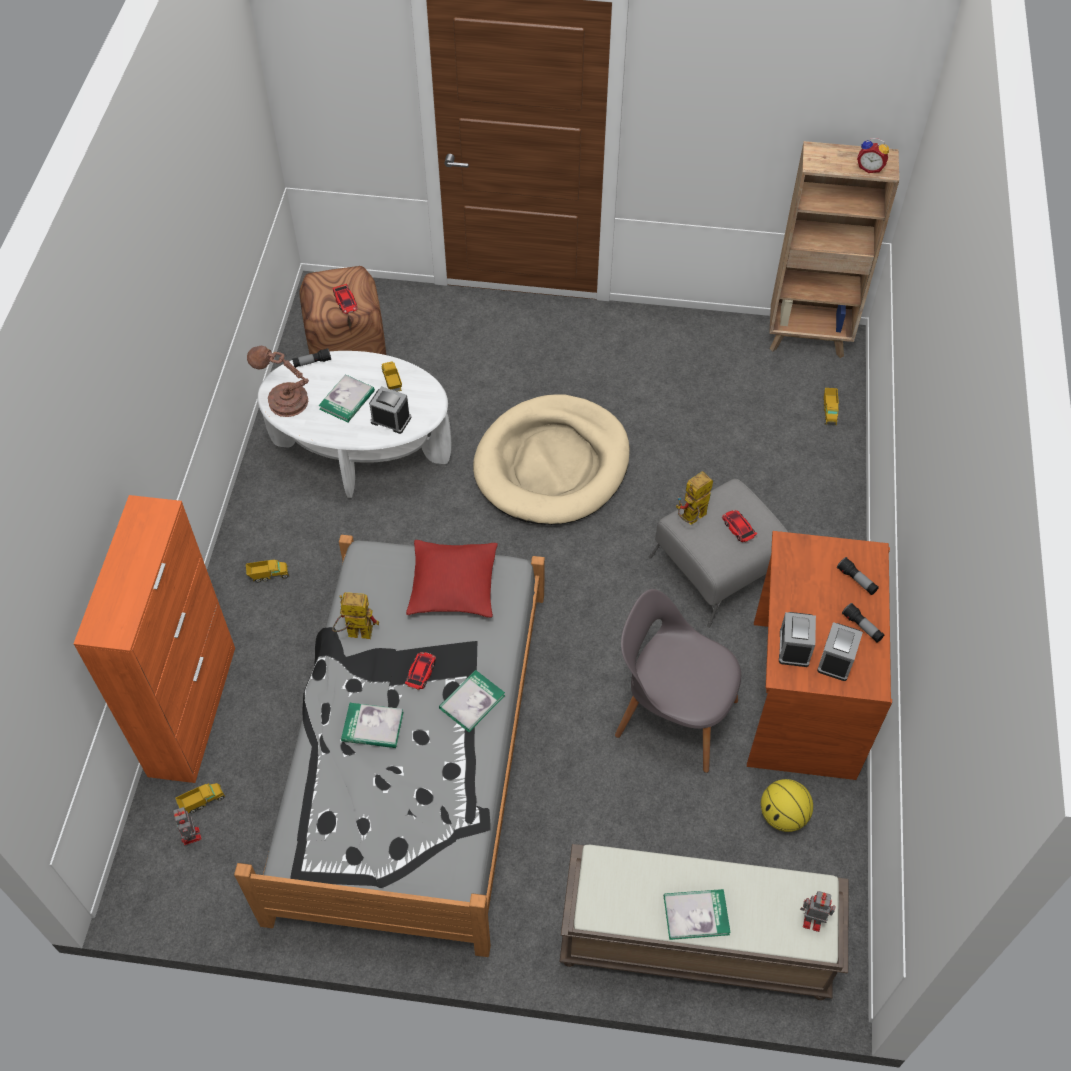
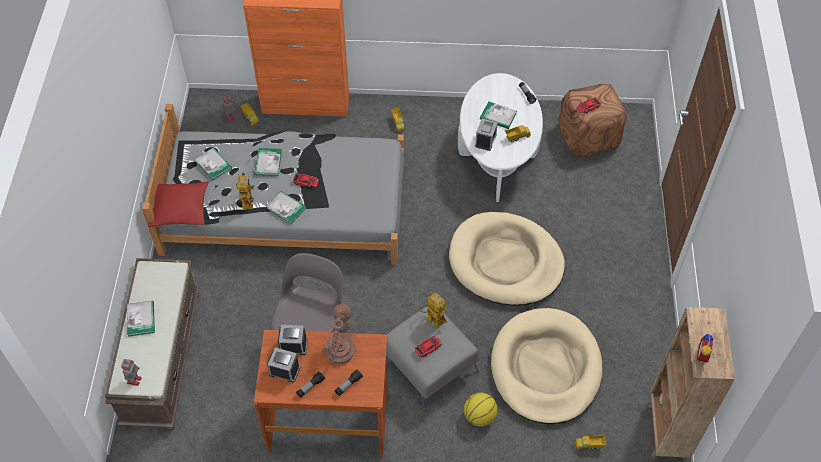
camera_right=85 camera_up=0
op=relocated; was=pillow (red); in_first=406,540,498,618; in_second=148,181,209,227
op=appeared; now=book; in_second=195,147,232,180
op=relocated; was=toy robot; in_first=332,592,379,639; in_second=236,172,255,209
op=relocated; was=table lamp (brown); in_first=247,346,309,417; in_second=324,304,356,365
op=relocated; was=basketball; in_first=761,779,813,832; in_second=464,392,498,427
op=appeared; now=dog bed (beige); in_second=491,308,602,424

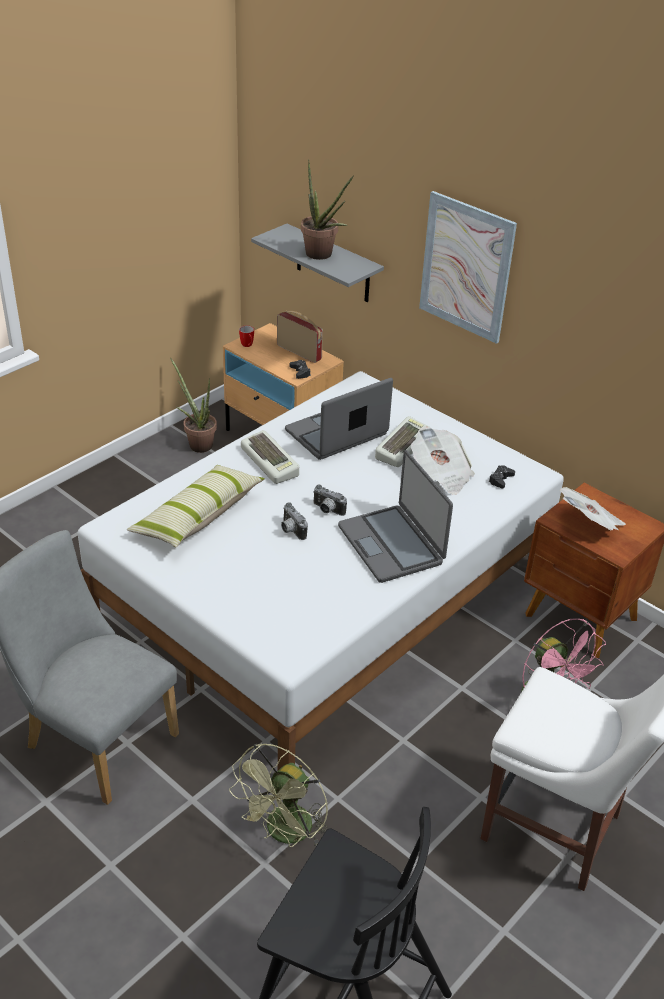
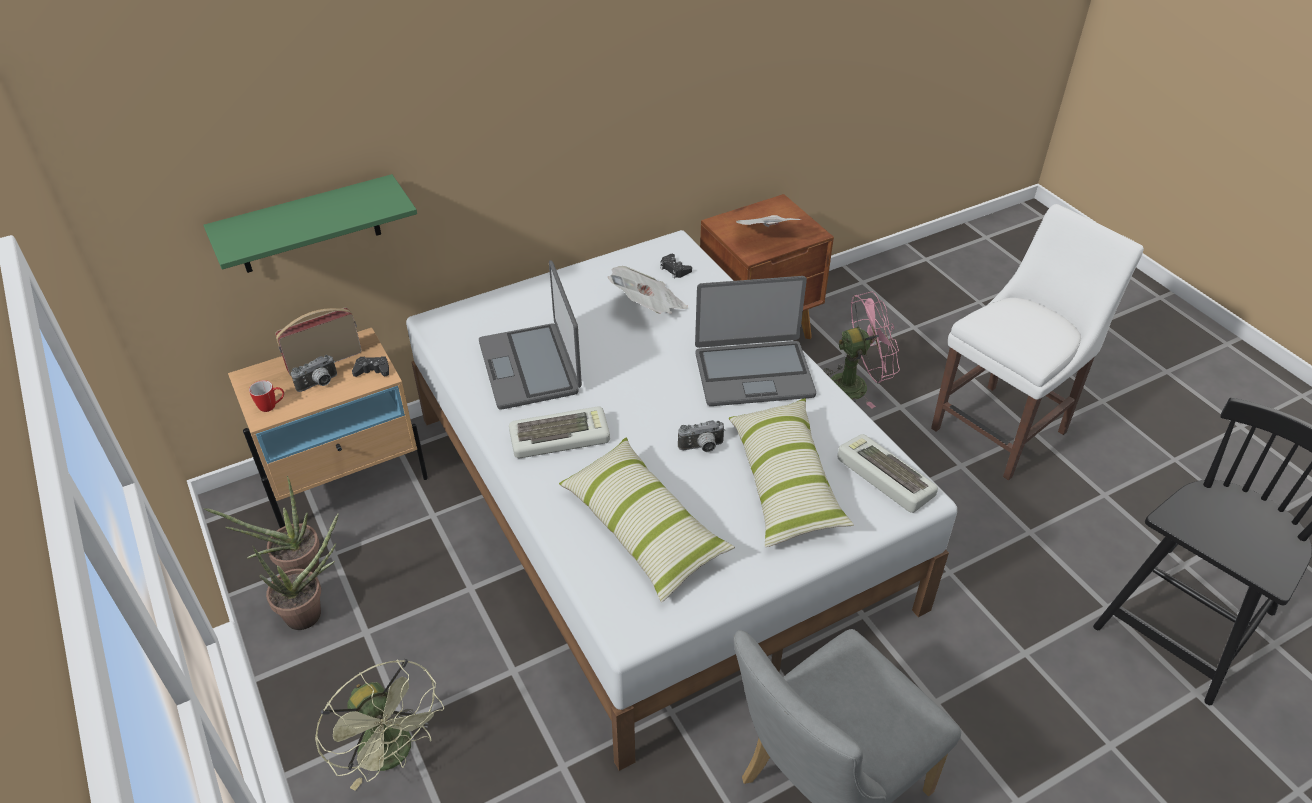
camera_right=-70 camera_up=5
op=colour; was=shelf (grey); now=shelf (green); in_first=251,224,384,302; in_second=204,174,417,273
op=relocated; was=potted plant; in_first=301,159,354,260; in_second=253,513,339,630
op=relocated; was=photo camera; in_first=313,484,347,516; in_second=291,355,337,392
op=relocated; was=fan (green); in_first=229,744,328,847; in_second=315,659,444,791
op=appeared; now=pillow; in_second=729,398,854,547
op=relocated; was=keyboard; in_first=375,416,430,467; in_second=837,434,938,513
op=missing; was=picture; in_first=419,191,517,344

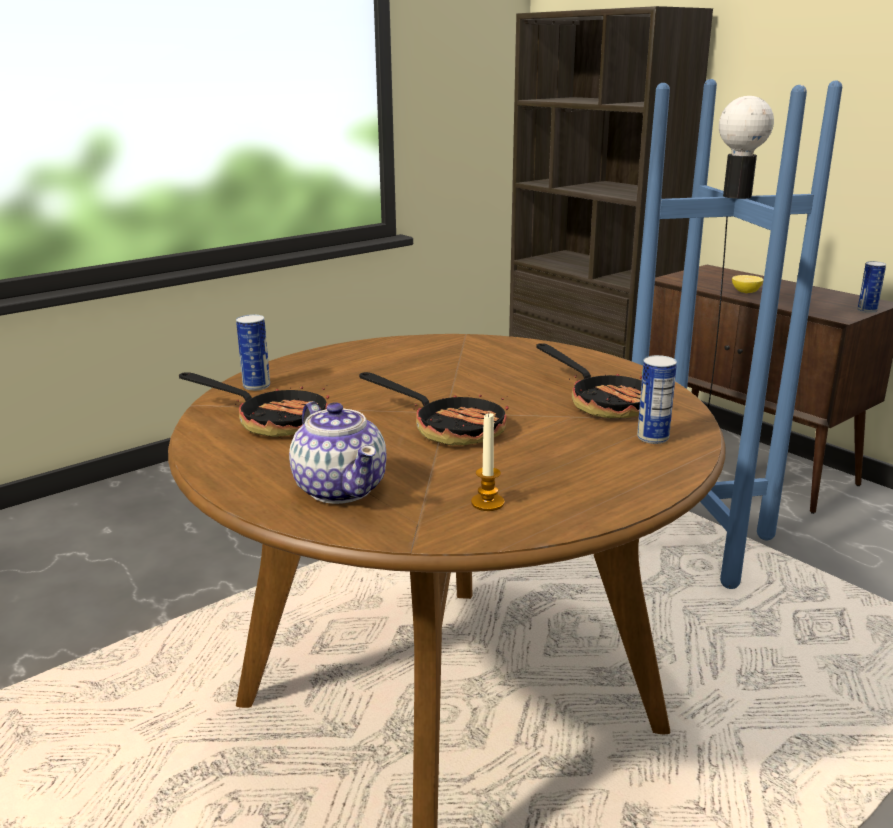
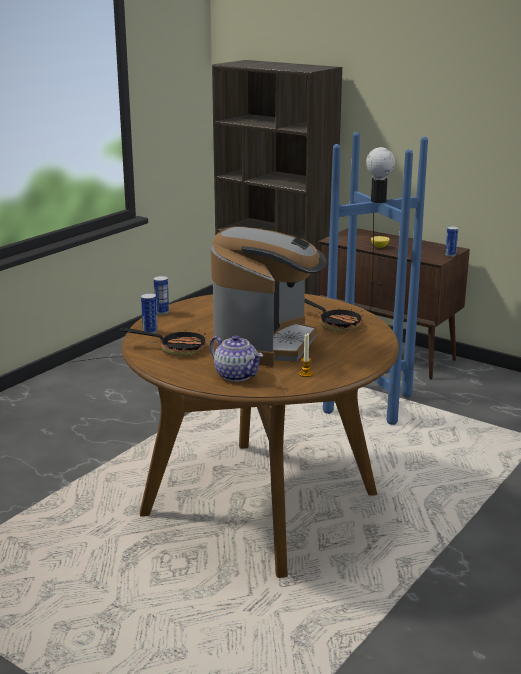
camera_right=-15 camera_up=0
op=relocated; was=can; in_first=637,355,677,444; in_second=153,276,169,315
op=exchanged; was=frying pan; now=coffee machine; in_first=359,372,509,446; in_second=211,226,327,366

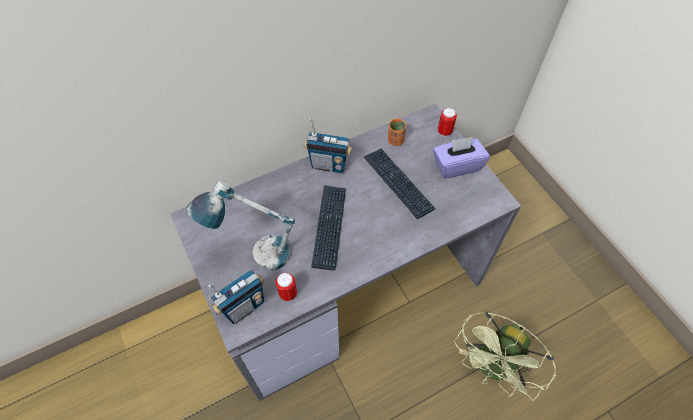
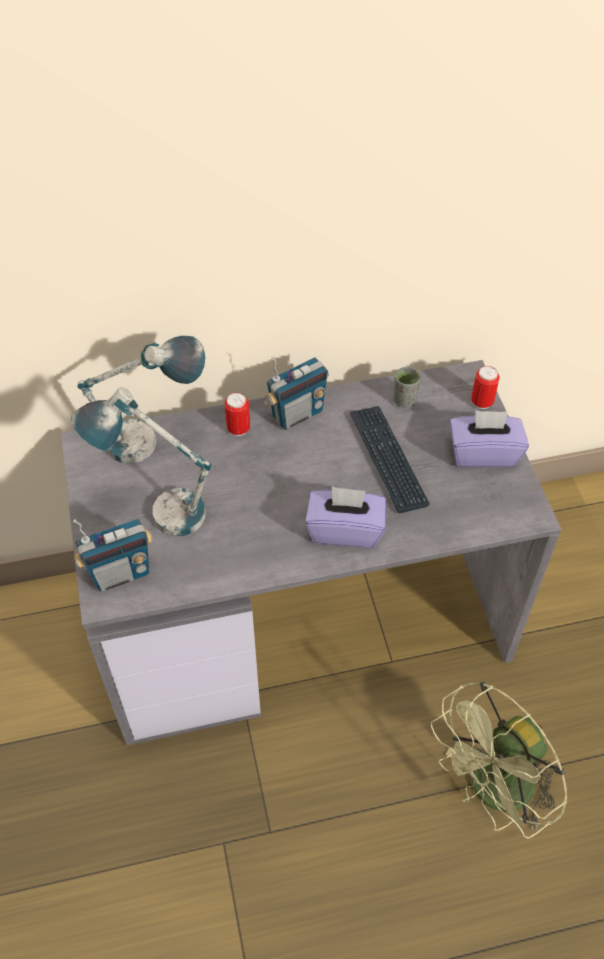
camera_right=15 camera_up=-5
op=appeared; now=table lamp; in_second=77,336,205,464
op=relocated; was=can; in_first=276,273,297,301; in_second=224,393,250,436
op=spun; was=radio; in_first=304,118,352,173; in_second=263,356,329,430; clockwise=-60
op=appeared; now=tissue box (purple); in_second=305,486,386,548
op=colour; was=cup (orange); now=cup (grey); in_first=388,119,406,146; in_second=393,367,420,408
op=missing; was=keyboard; in_first=311,185,346,270

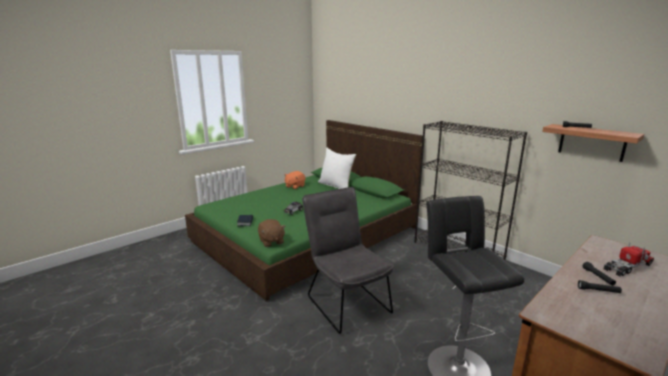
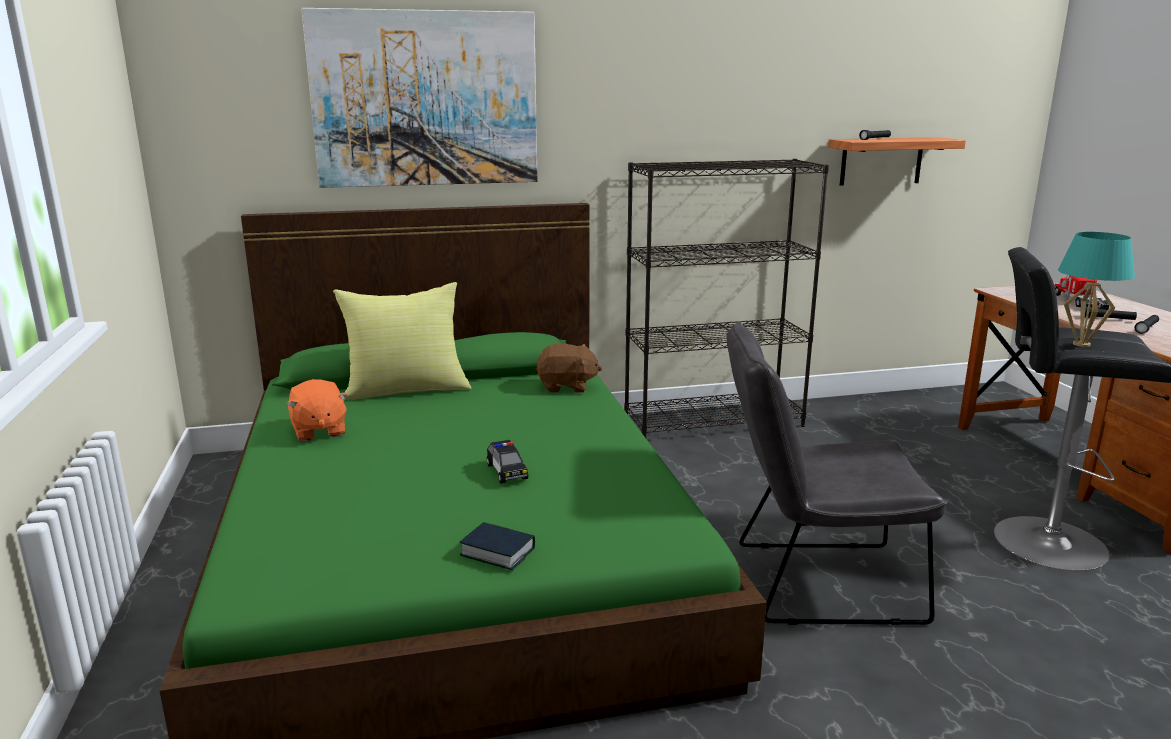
camera_right=-60 camera_up=0
op=appeared; now=picture; in_second=301,8,538,188
op=colour; was=pillow (white); now=pillow (yellow); in_first=318,148,356,189; in_second=333,282,471,400
op=relocated; was=plush toy (brown); in_first=258,219,286,247; in_second=536,344,602,393
op=appeared; now=table lamp (turquoise); in_second=1058,232,1135,347

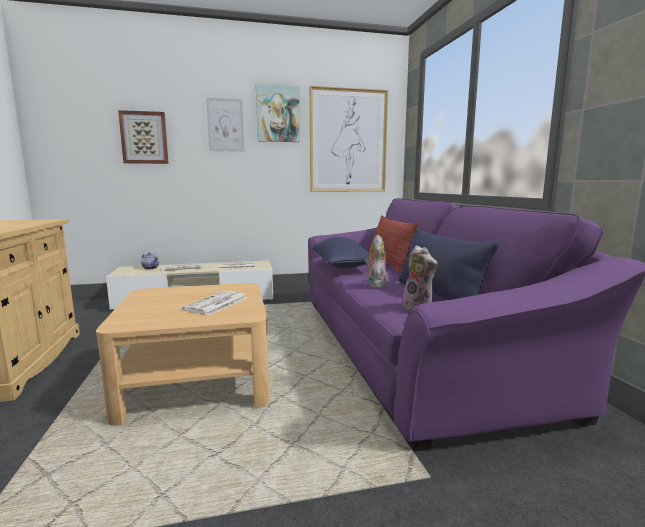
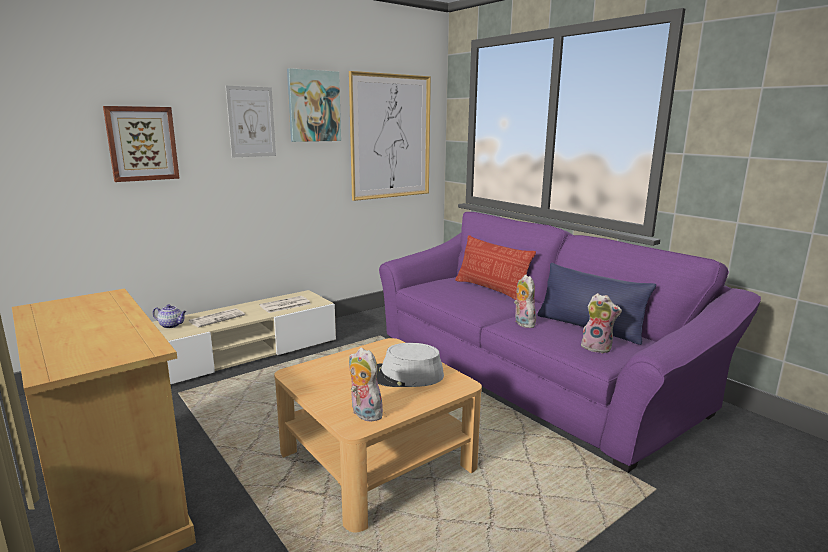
camera_right=-25 camera_up=5
op=appeared; now=plush toy; in_second=349,348,383,422
op=exchanged; was=newspaper; now=hat (grey); in_first=182,291,248,315; in_second=377,343,444,387
op=missing; was=pillow (blue); in_first=312,237,370,269

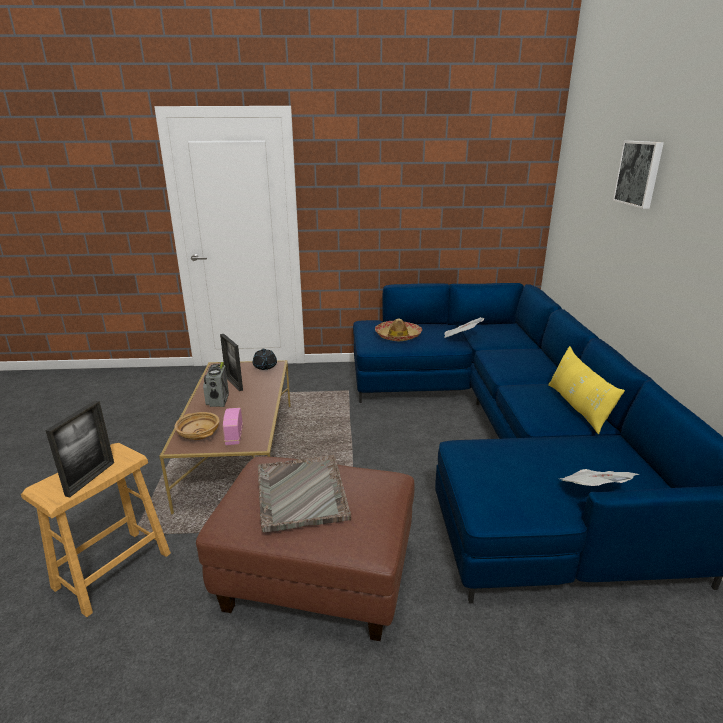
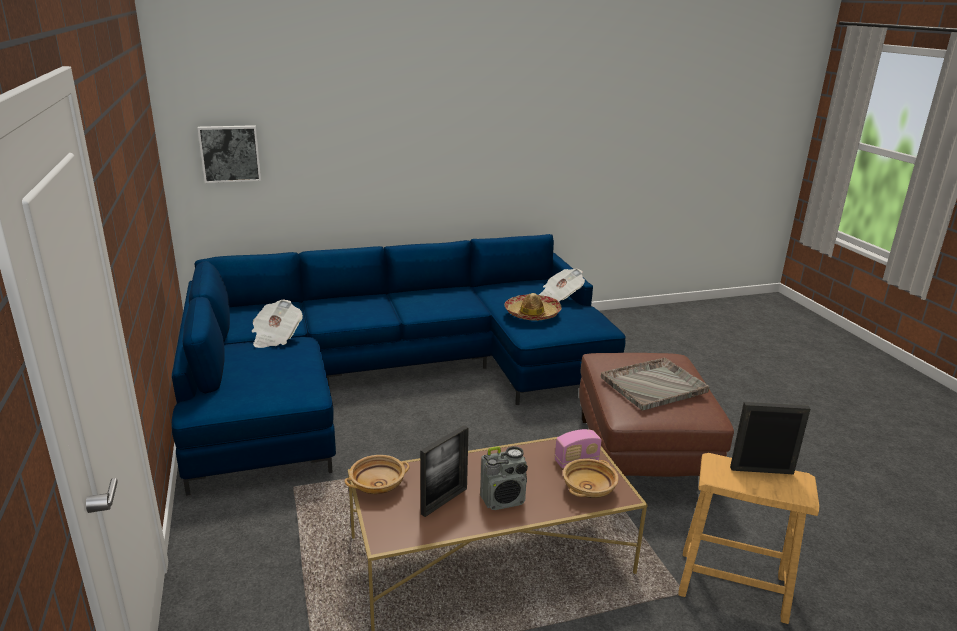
camera_right=-105 camera_up=0
op=relocated; was=picture; in_first=613,141,664,209; in_second=197,125,261,183
op=exchanged; was=teapot (black); now=bowl (beige); in_first=253,349,277,370; in_second=345,455,409,494
op=relocated; was=hat; in_first=375,319,422,342; in_second=504,293,562,321
op=missing; was=pillow (yellow); in_first=548,346,625,434

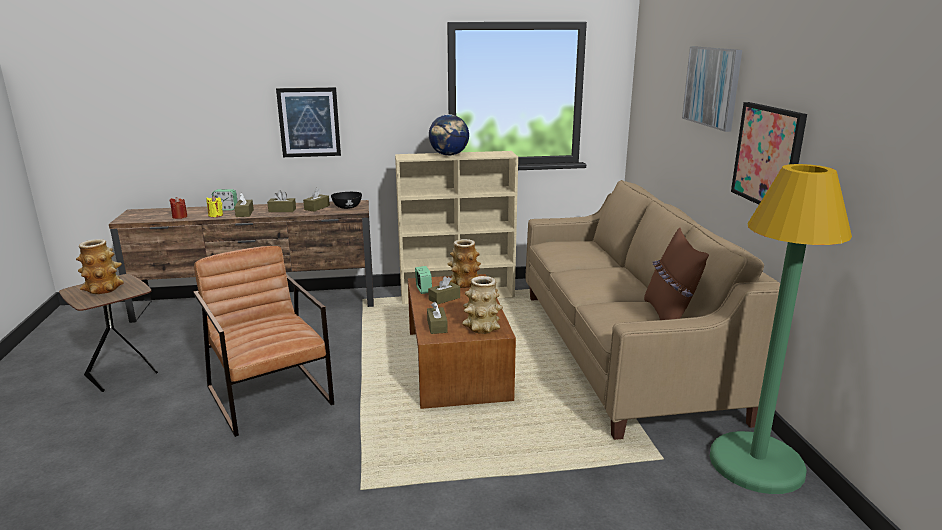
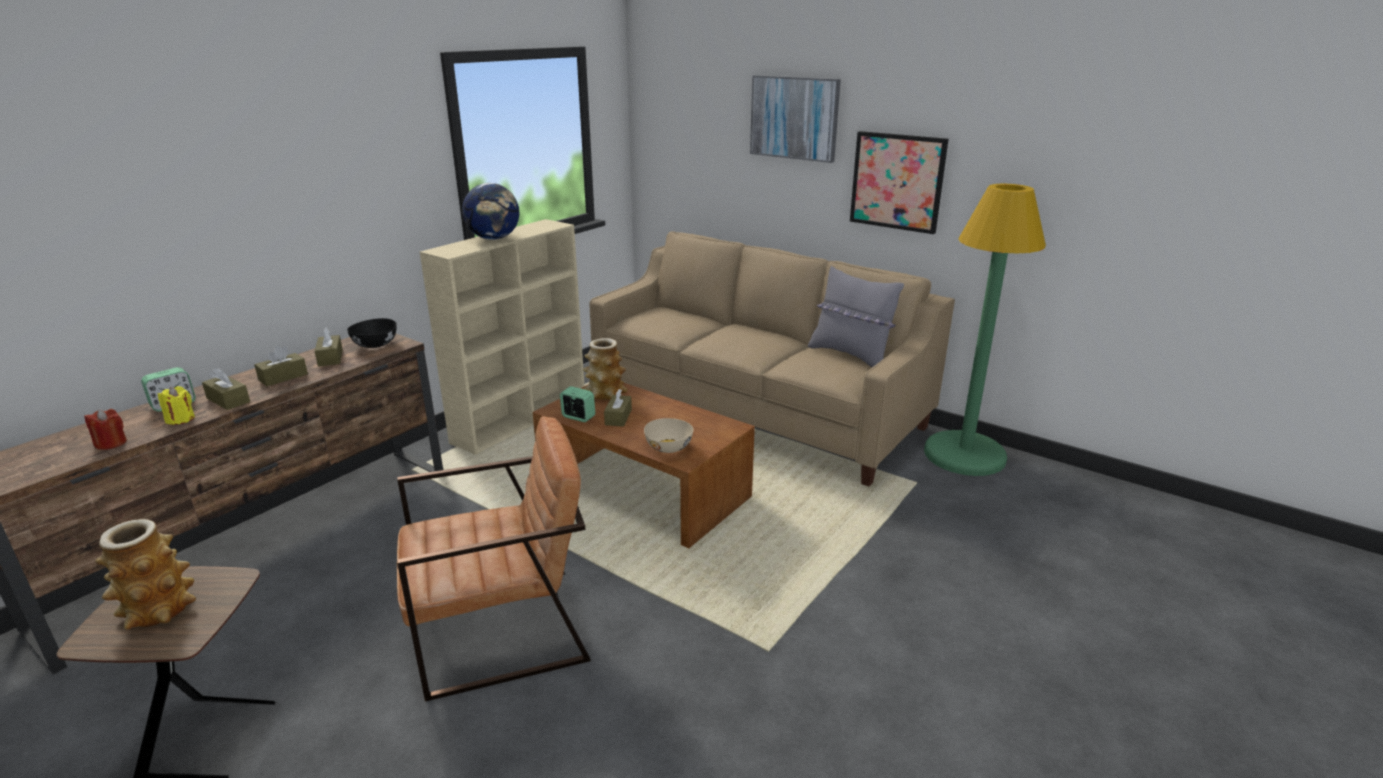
camera_right=-45 camera_up=5
op=spun; was=armchair (brown); in_first=193,246,334,437; in_second=397,416,591,702; clockwise=150
op=exchanged; was=tissue box (brown); now=bowl (beige); in_first=427,302,448,334; in_second=644,418,694,453
op=colour; was=pillow (brown); now=pillow (grey); in_first=644,228,709,320; in_second=808,266,904,367
op=missing; was=picture; in_first=276,87,341,157
op=missing; was=vase; in_first=462,276,503,334

